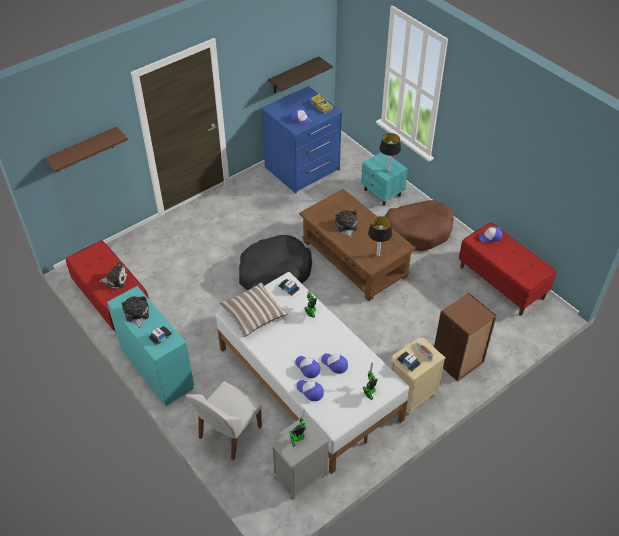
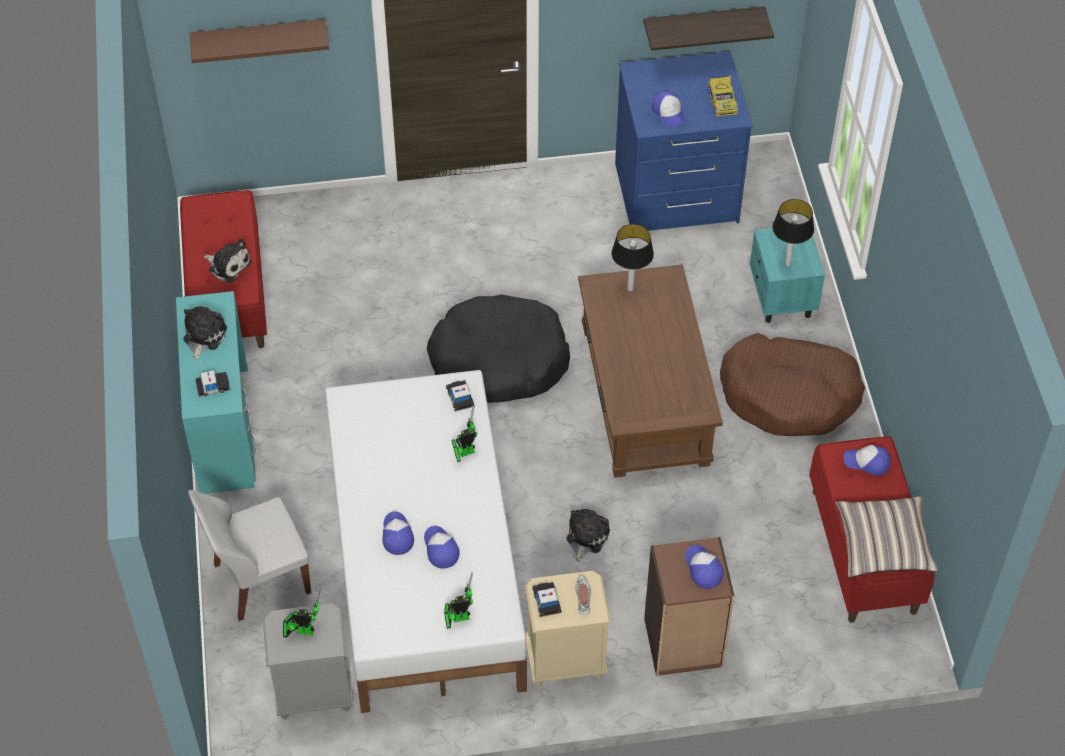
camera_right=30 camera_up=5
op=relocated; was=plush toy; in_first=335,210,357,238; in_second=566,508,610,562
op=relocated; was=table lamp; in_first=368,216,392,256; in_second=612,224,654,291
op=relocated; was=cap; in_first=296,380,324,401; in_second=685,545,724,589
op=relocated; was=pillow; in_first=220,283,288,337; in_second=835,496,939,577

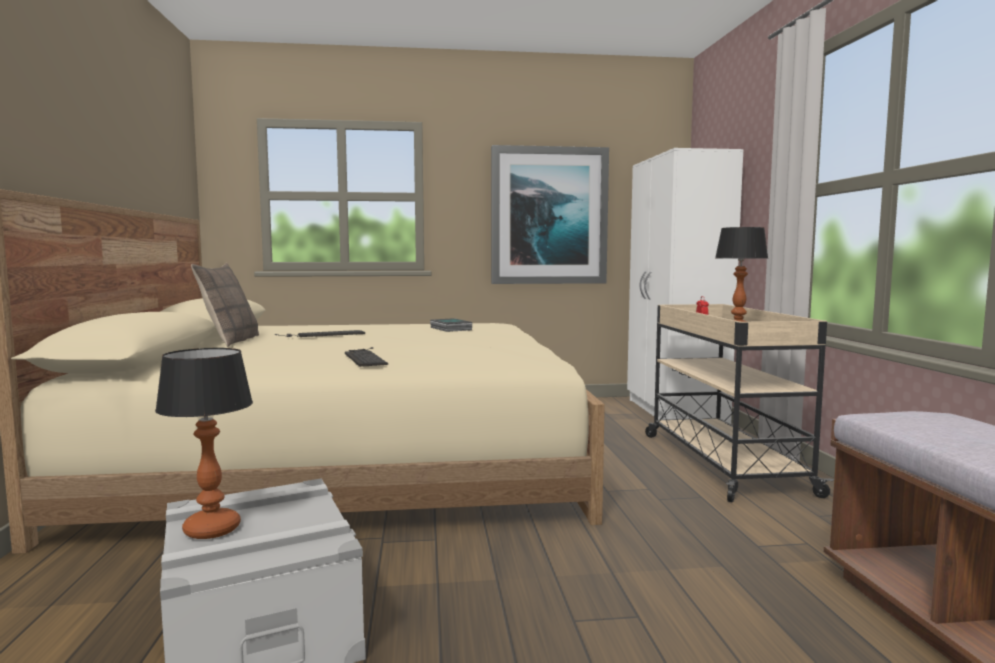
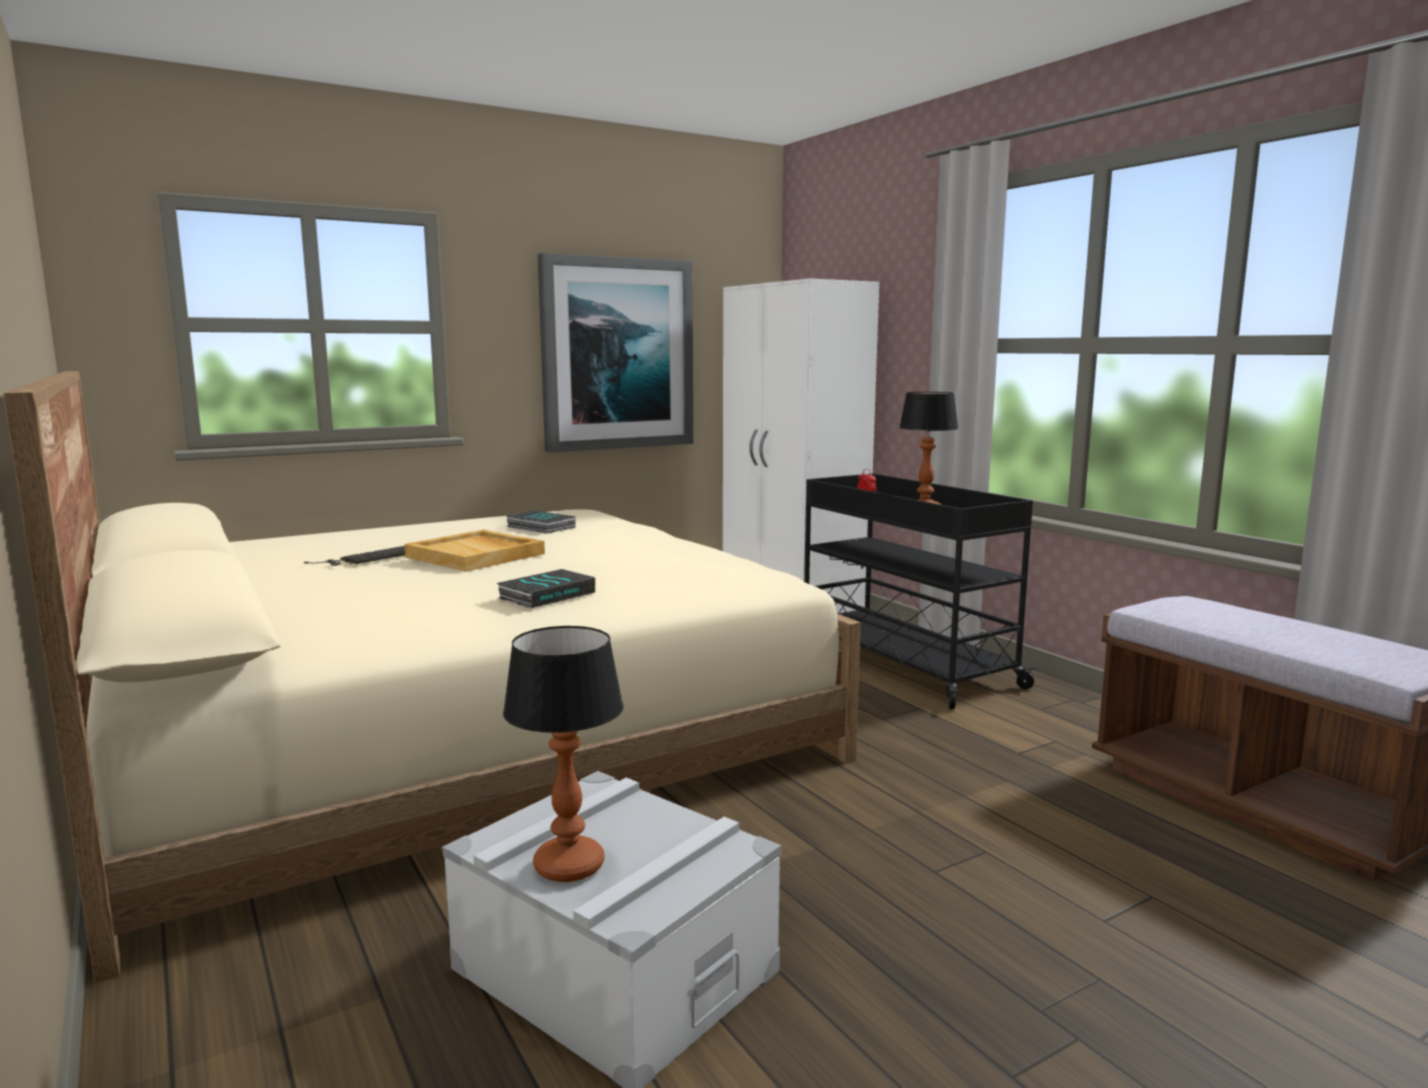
camera_right=-25 camera_up=5
op=appeared; now=tray (beige); in_second=404,529,545,572
op=exchanged; was=keyboard; now=book; in_first=345,347,388,367; in_second=496,569,595,608
op=colour; was=cart (beige); now=cart (black); in_first=645,304,834,502; in_second=804,473,1038,709
op=missing; was=pillow; in_first=191,263,259,347

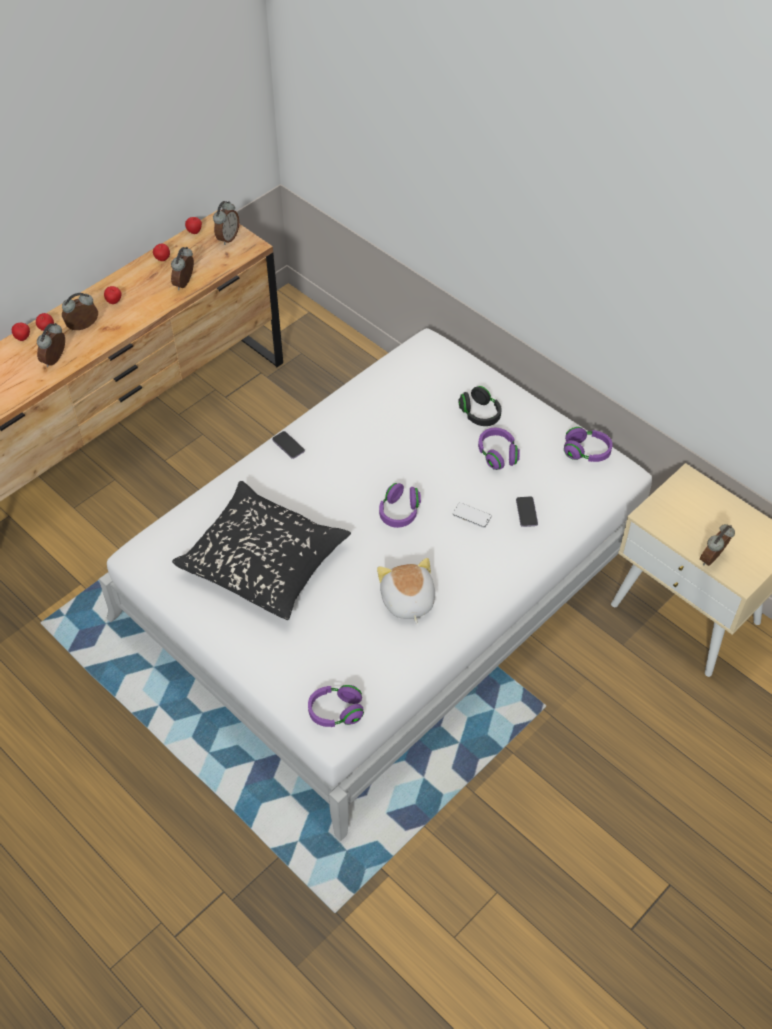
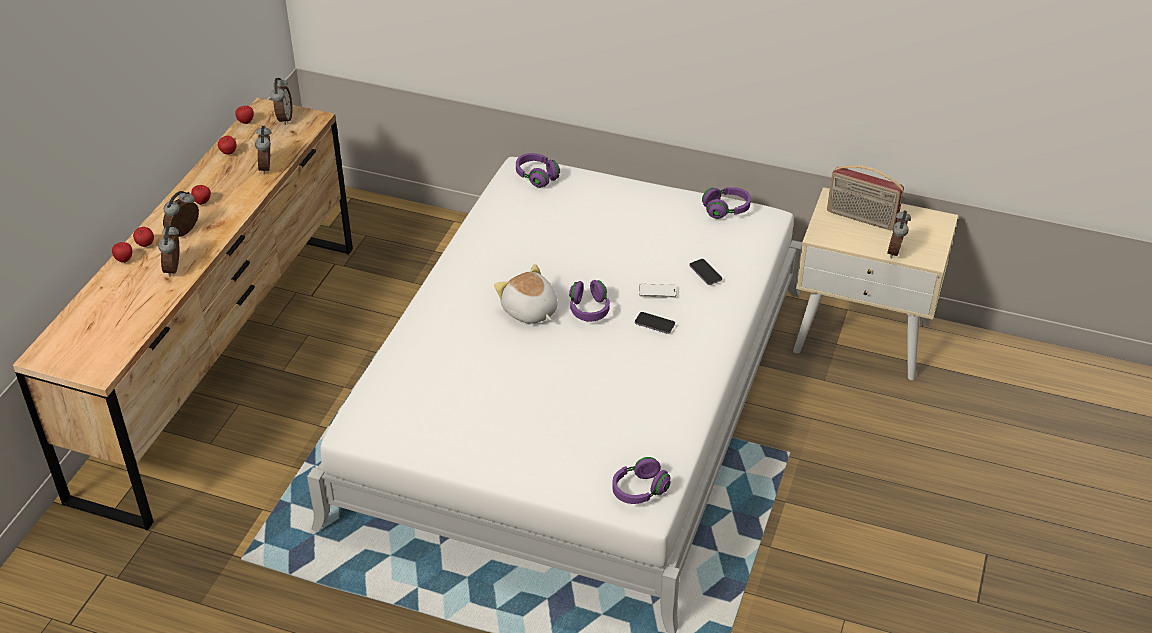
camera_right=-25 camera_up=-10
op=relocated; was=plush toy; in_first=377,558,435,624; in_second=494,264,558,324
op=relocated; was=headphones (purple); in_first=478,428,520,470; in_second=516,153,560,188
op=relocated; was=phone; in_first=272,431,305,459; in_second=635,312,675,334
op=appeared; now=radio; in_second=827,165,904,230
op=missing; was=pillow (black); in_first=172,481,351,620
op=missing; was=headphones (black); in_first=458,386,502,426

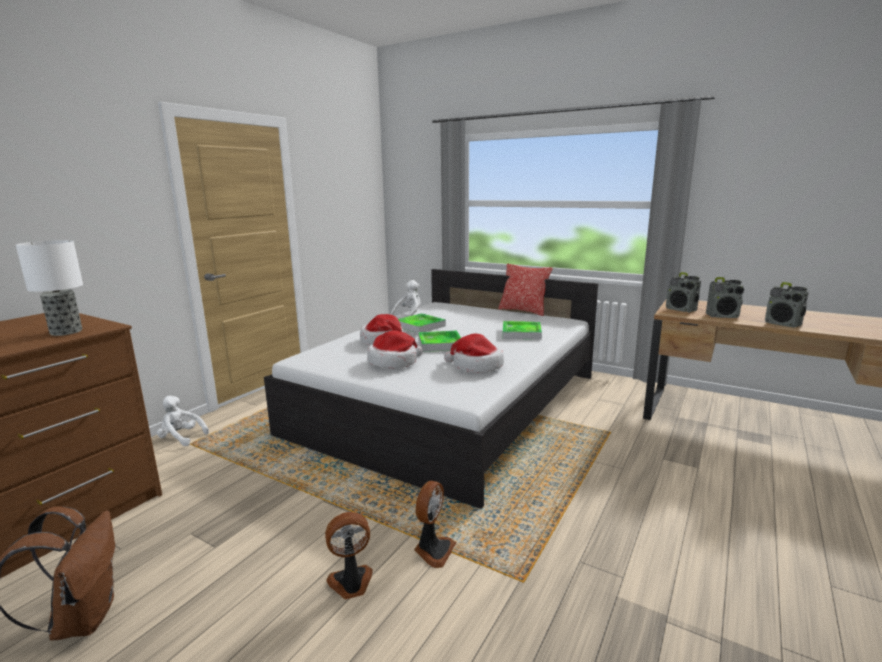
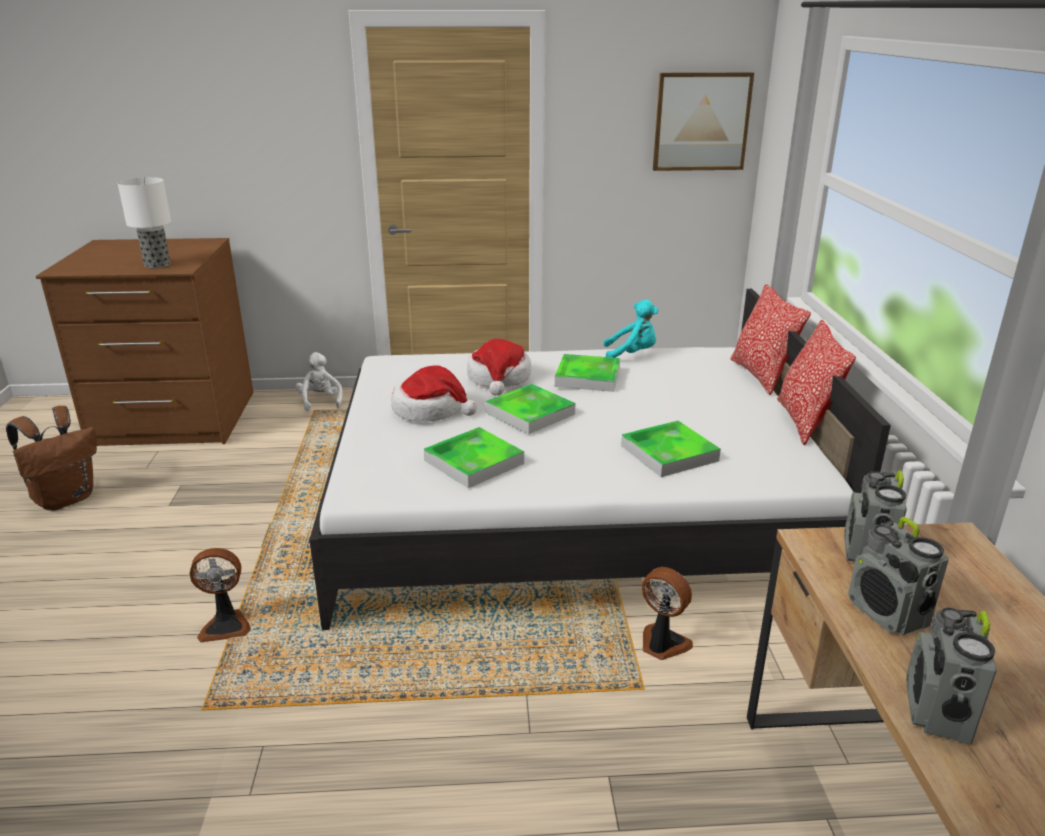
camera_right=55 camera_up=10
op=exchanged; was=hat; now=tray; in_first=444,334,504,373; in_second=424,427,524,488
op=colour; was=plush toy (white); now=plush toy (turquoise); in_first=391,280,421,317; in_second=604,300,658,358
op=relocated; was=fan; in_first=325,512,373,599; in_second=642,567,693,660
op=appeared; now=picture; in_second=653,72,754,171
op=appeared; now=pillow; in_second=730,284,811,395

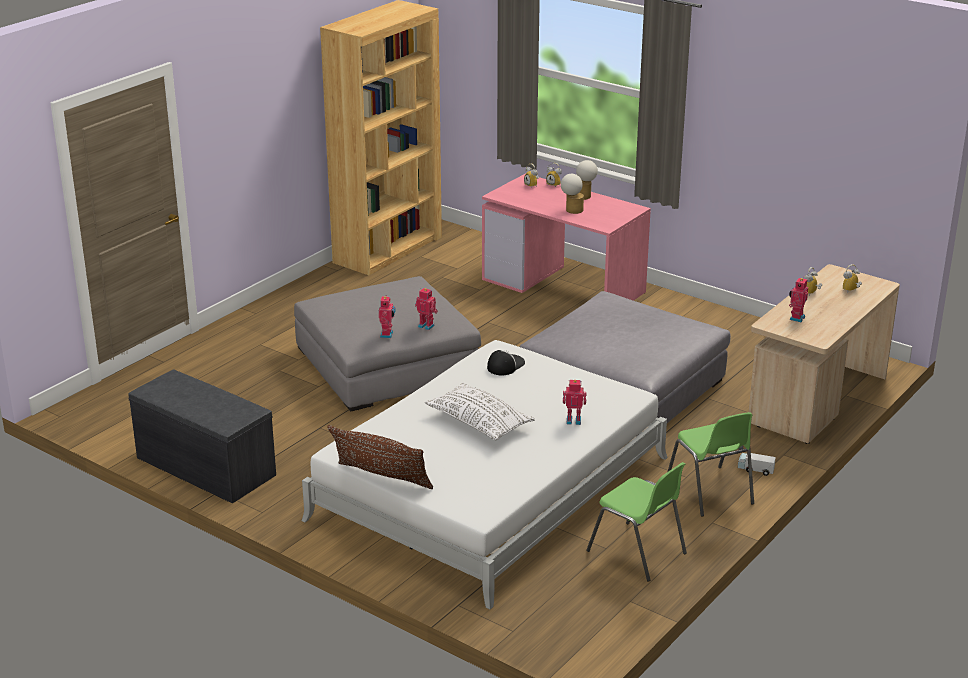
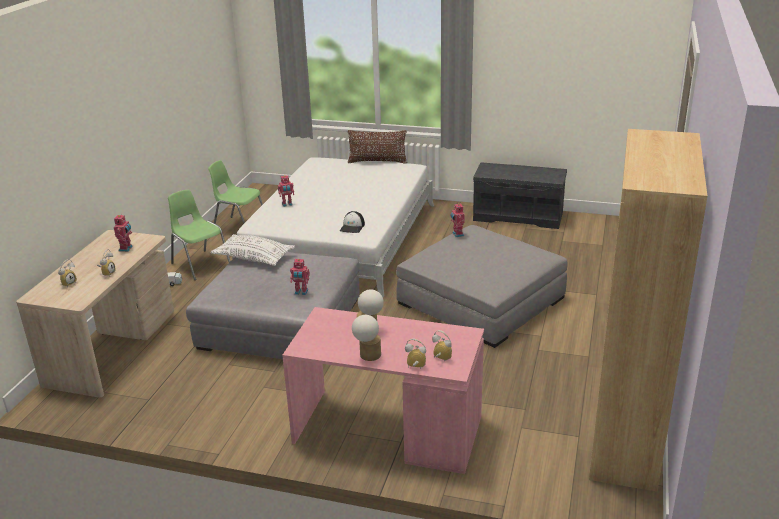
camera_right=160 camera_up=0
op=relocated; was=pillow (white); in_first=425,383,535,440; in_second=211,234,295,266
op=relocated; was=toy robot; in_first=415,288,438,330; in_second=290,259,310,295

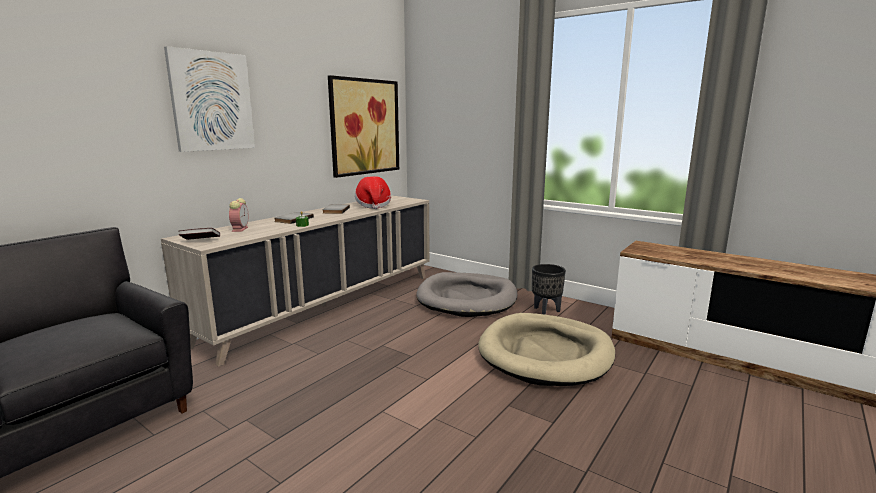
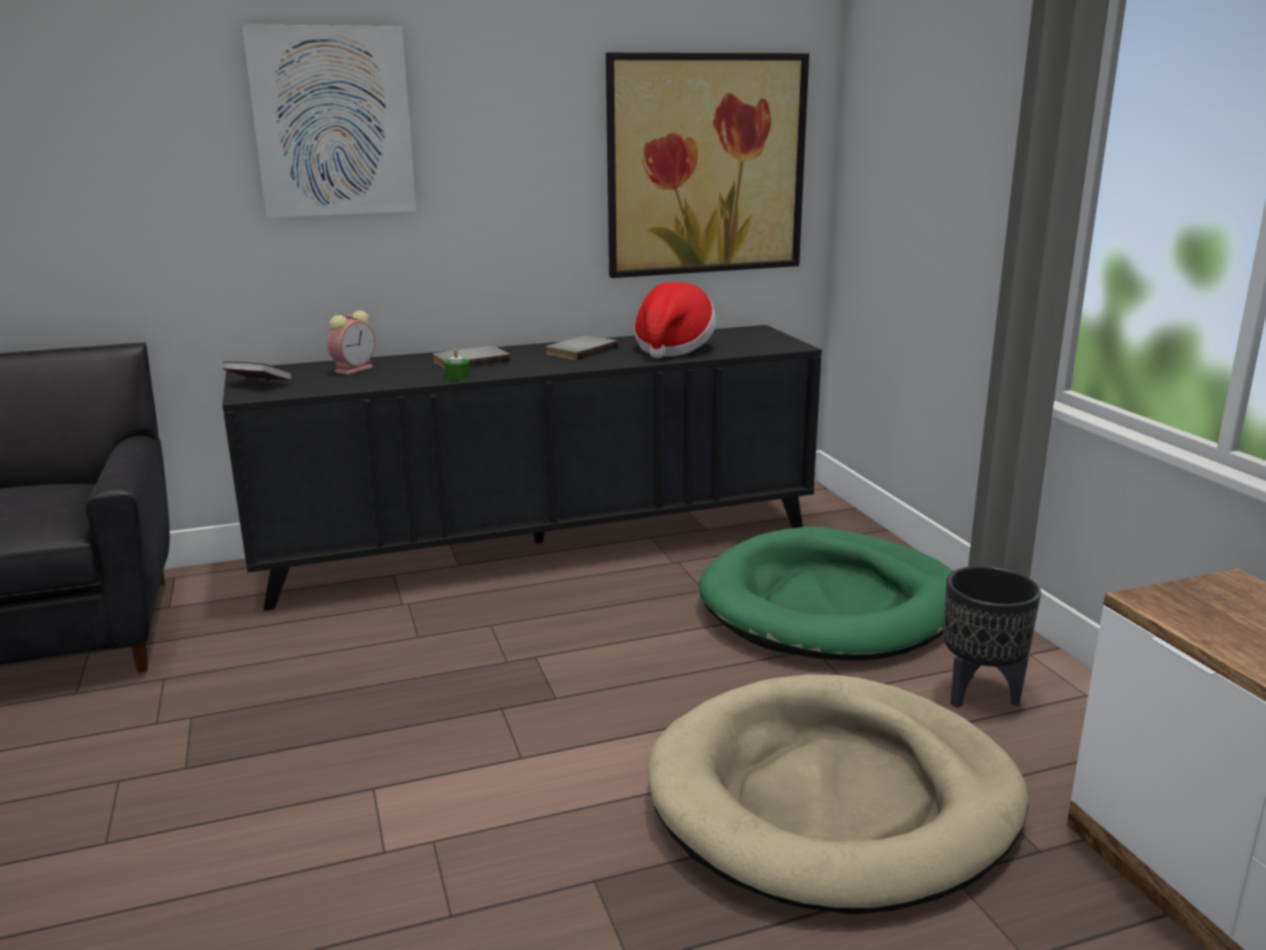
camera_right=35 camera_up=5
op=colour; was=cabinet (beige); now=cabinet (black); in_first=161,195,430,367; in_second=222,325,822,611
op=colour; was=dog bed (grey); now=dog bed (green); in_first=416,272,517,317; in_second=699,527,953,661

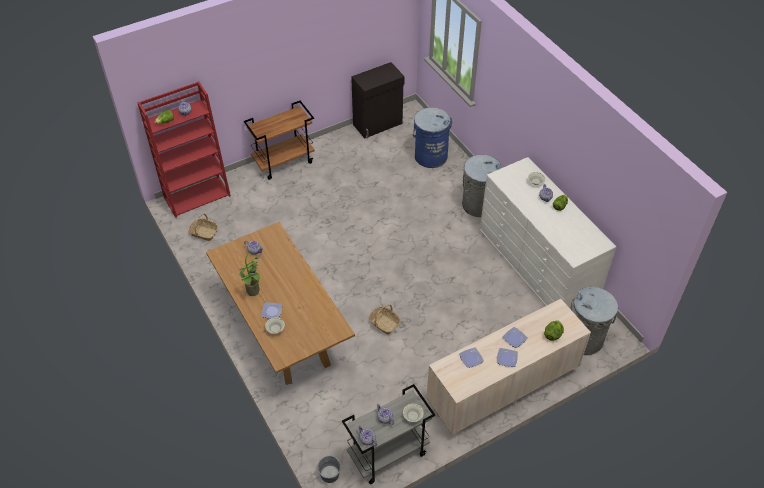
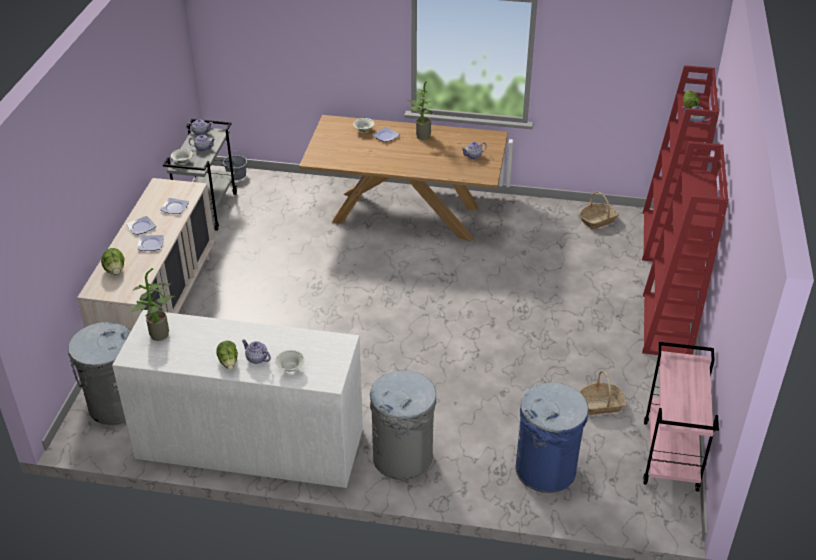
camera_right=130 camera_up=-10
op=appeared; now=potted plant; in_second=131,268,176,341
op=relocated; was=basket; in_first=368,304,401,334; in_second=579,371,627,415
op=exchanged; was=cart (brown); now=bookcase (red); in_first=244,101,315,180; in_second=642,142,729,355
op=exchanged; was=cabinet (black); now=cart (pink); in_first=351,62,405,138; in_second=643,342,719,492

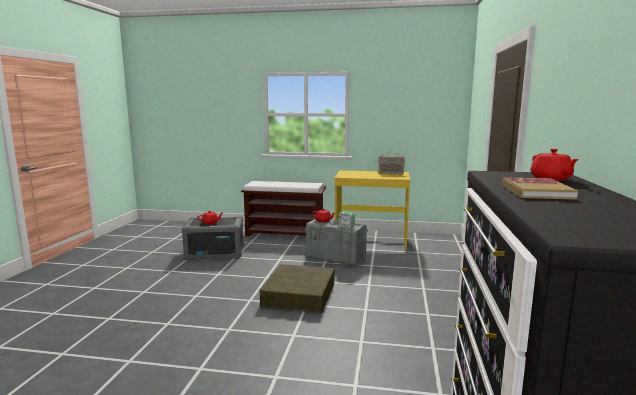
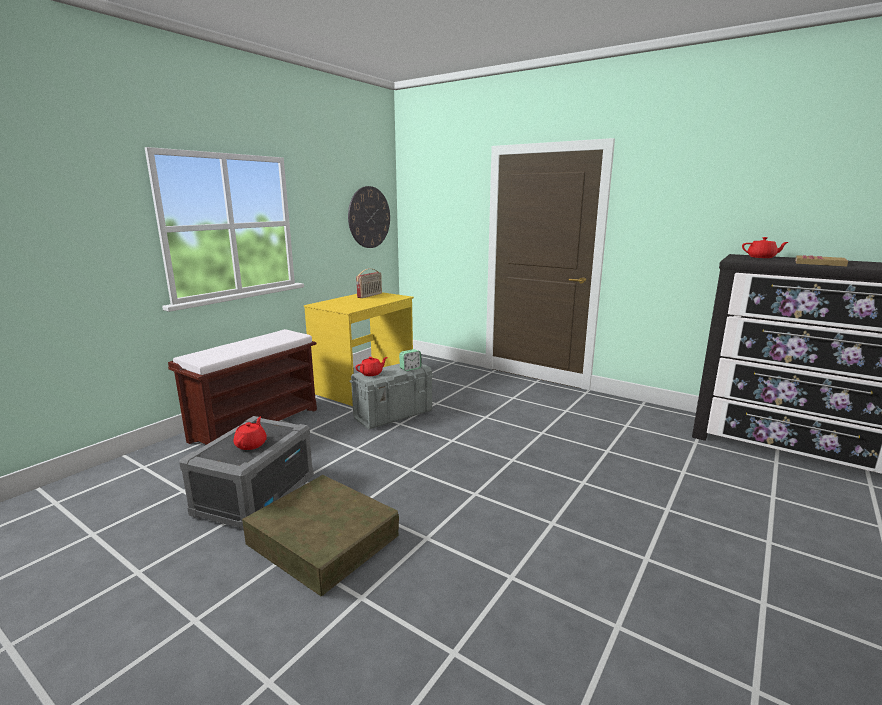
camera_right=-65 camera_up=5
op=relocated; was=storage box (brown); in_first=260,264,334,313; in_second=242,475,399,596
op=appeared; now=wall clock; in_second=348,186,390,248

